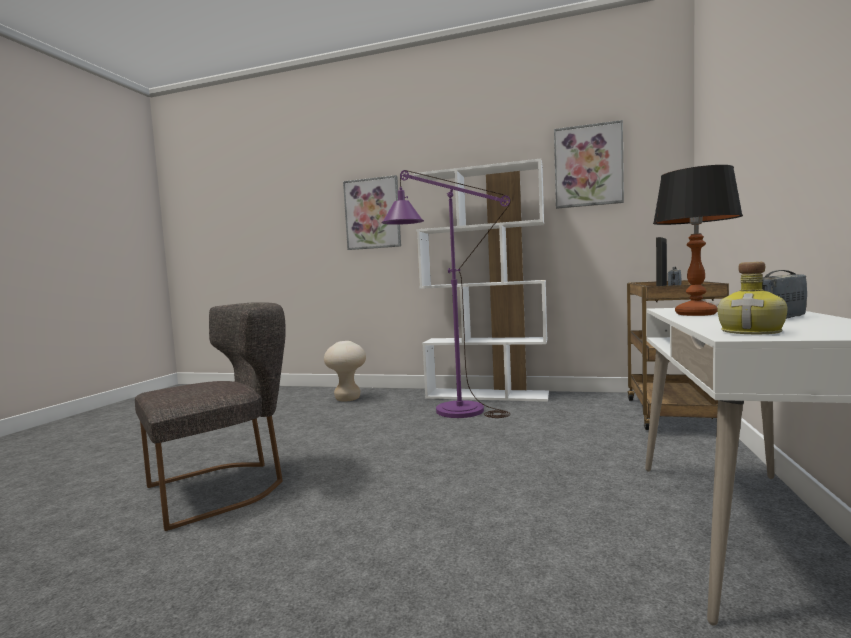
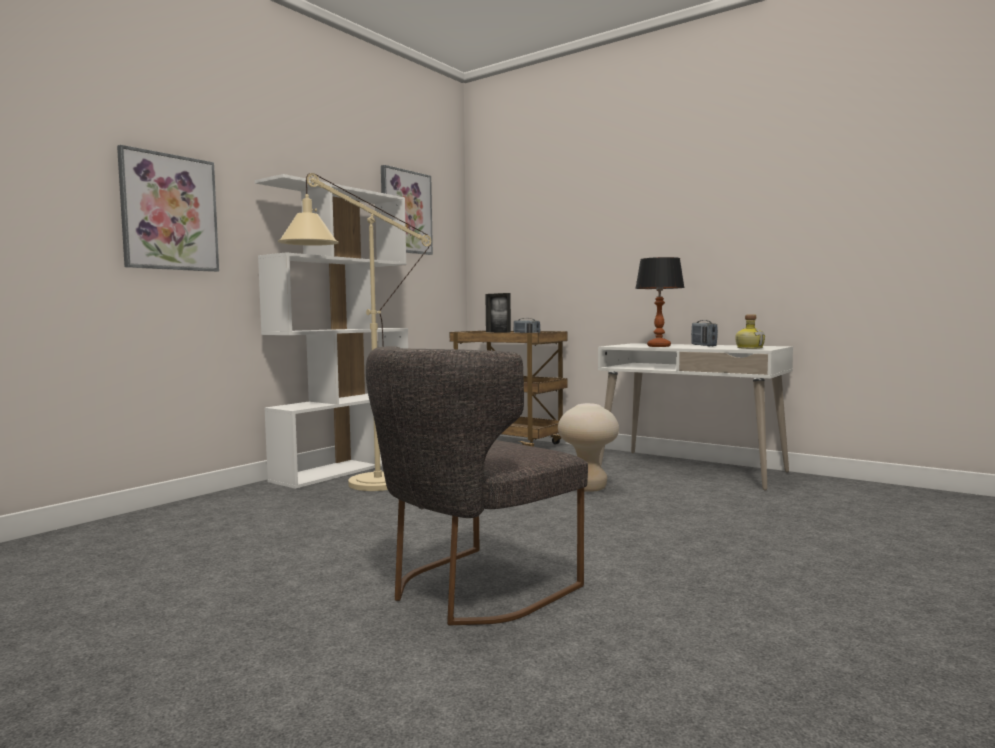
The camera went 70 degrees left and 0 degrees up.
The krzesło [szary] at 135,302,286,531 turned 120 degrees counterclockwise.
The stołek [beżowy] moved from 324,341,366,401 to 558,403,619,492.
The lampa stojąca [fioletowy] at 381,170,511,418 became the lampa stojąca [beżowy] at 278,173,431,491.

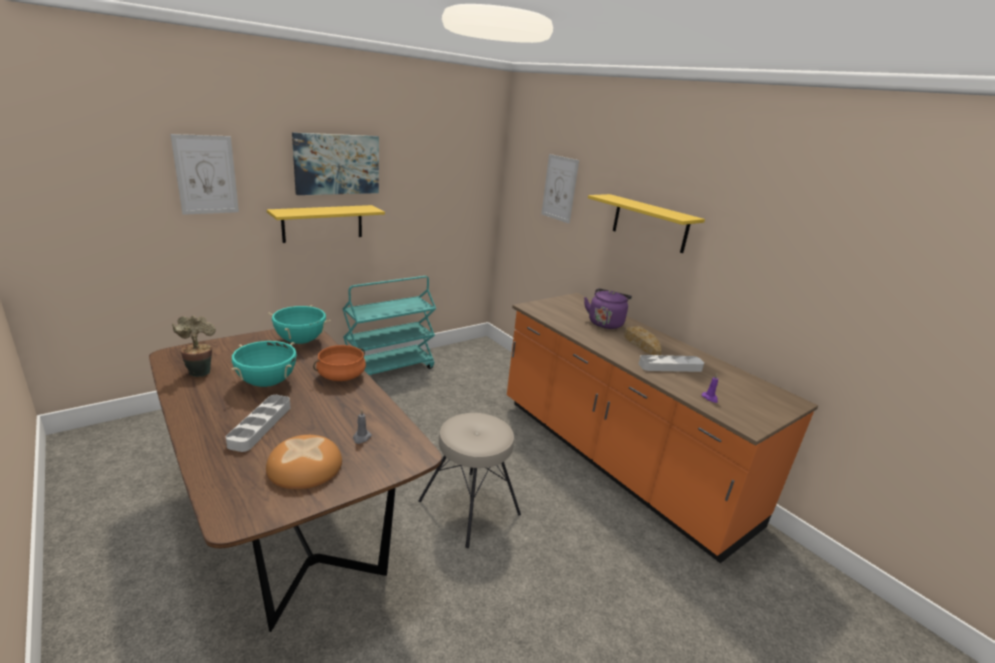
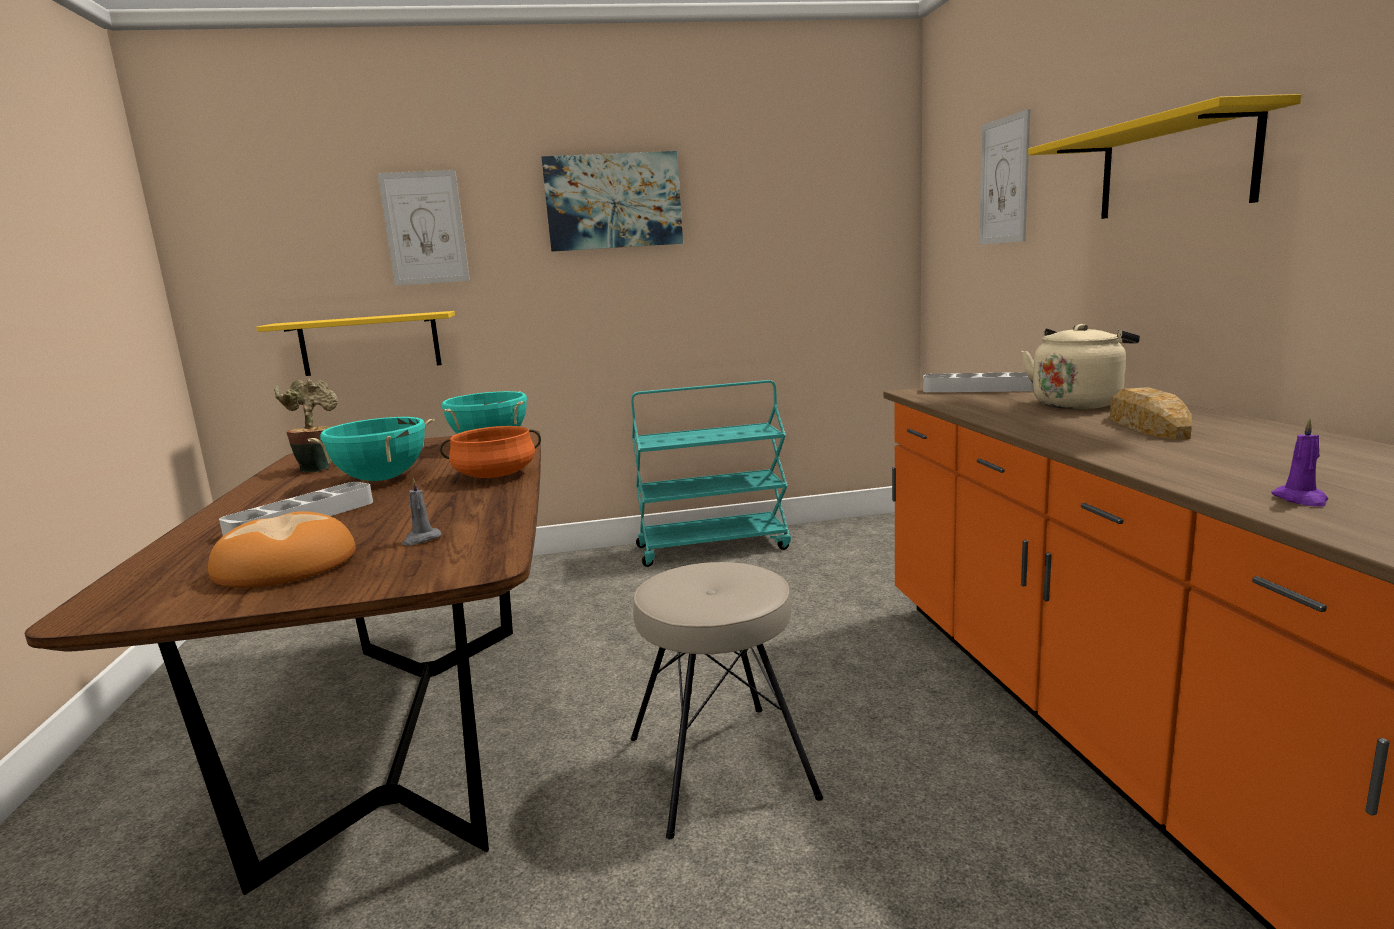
The camera went 30 degrees right and 10 degrees down.
The półka [żółty] moved from 267,205,385,243 to 256,311,455,376.
The czajnik [fioletowy] at 584,288,632,329 became the czajnik [beżowy] at 1021,324,1140,409.
The taca [szary] moved from 639,355,704,372 to 923,372,1033,392.

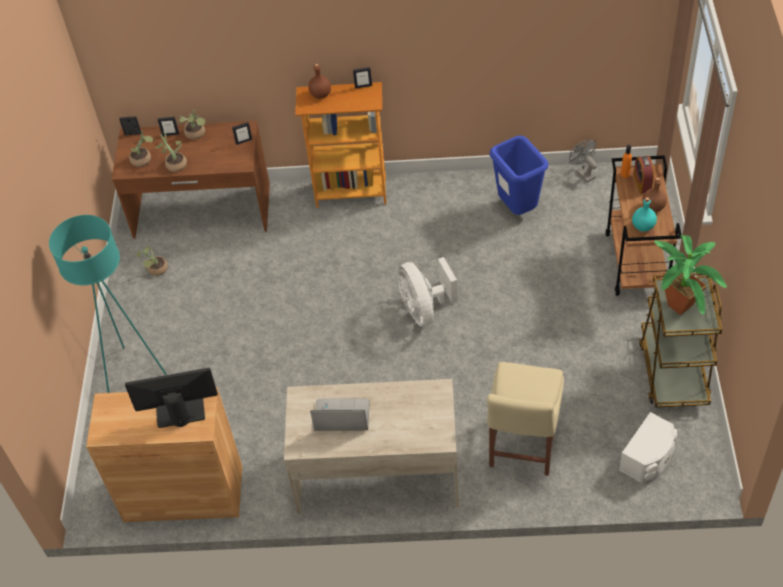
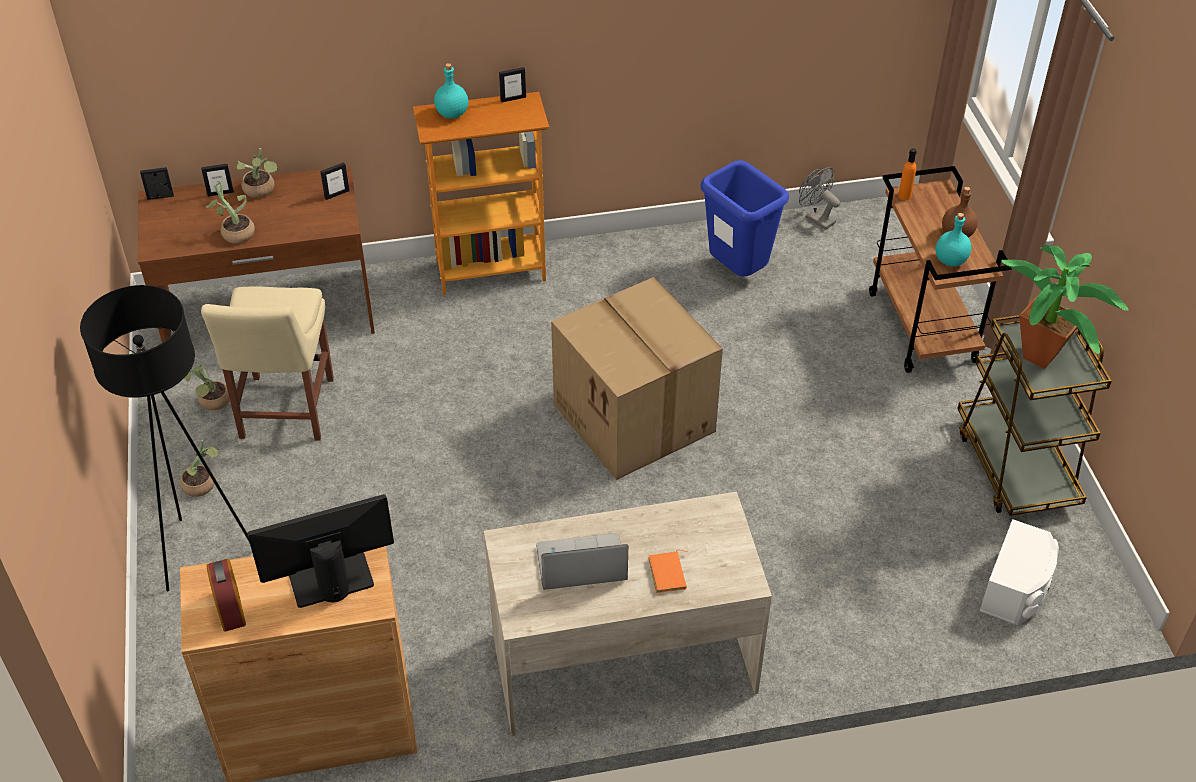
The camera went 15 degrees left and 5 degrees down.
The lampa stojąca [turkusowy] at 49,215,167,393 became the lampa stojąca [czarny] at 80,285,250,592.
The roślina doniczkowa moved from 129,131,154,167 to 180,440,219,497.
The butelka [brązowy] at 308,64,331,99 became the butelka [turkusowy] at 434,63,468,119.
The wentylator [biały] at 398,257,458,327 was replaced by the karton at 551,277,723,480.
The krzesło [beżowy] moved from 487,362,564,476 to 201,286,334,441.
The budzik moved from 634,156,654,193 to 206,559,246,631.
The książka [pomarańczowy] at 649,550,688,593 appeared.

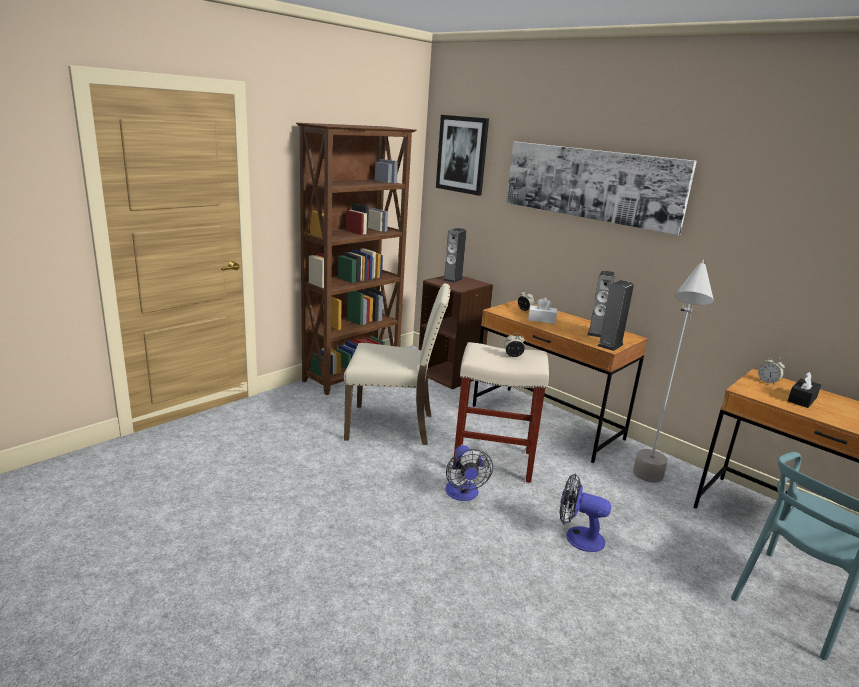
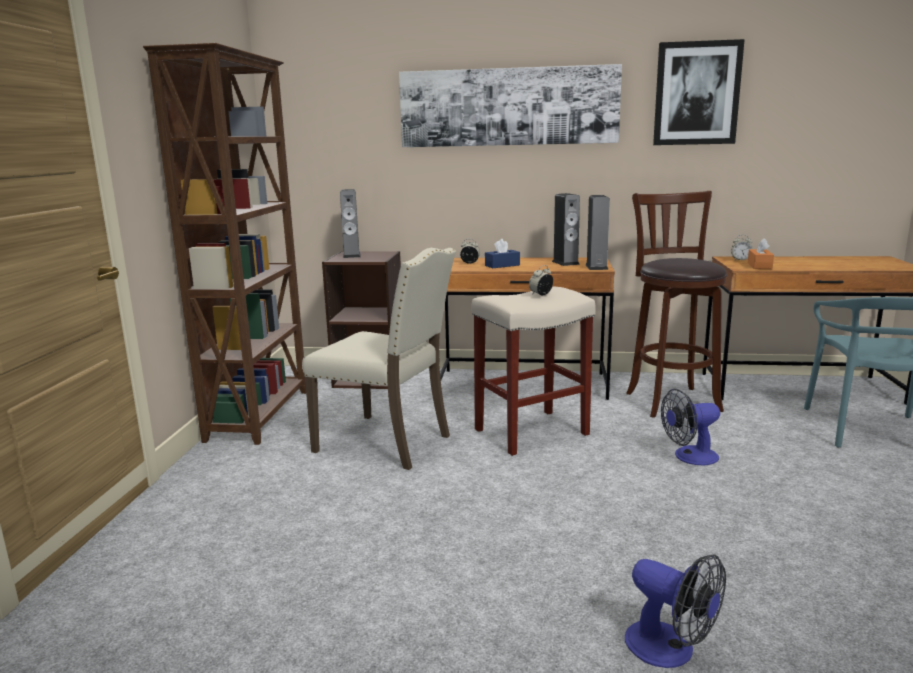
The camera went 35 degrees left and 5 degrees down.
The krzesło [beżowy] at 344,283,451,445 turned 60 degrees clockwise.
The obraz moved from 436,115,489,196 to 653,39,745,145.
The wentylator moved from 445,445,493,501 to 625,554,726,668.
The pudełko chusteczek [biały] at 528,298,557,324 became the pudełko chusteczek [niebieski] at 485,239,520,268.
The lampa stojąca [szary] at 633,259,714,483 was replaced by the stołek [brązowy] at 626,191,727,418.
The pudełko chusteczek [czarny] at 788,372,821,408 disappeared.
The pudełko chusteczek [pomarańczowy] at 748,238,774,269 appeared.

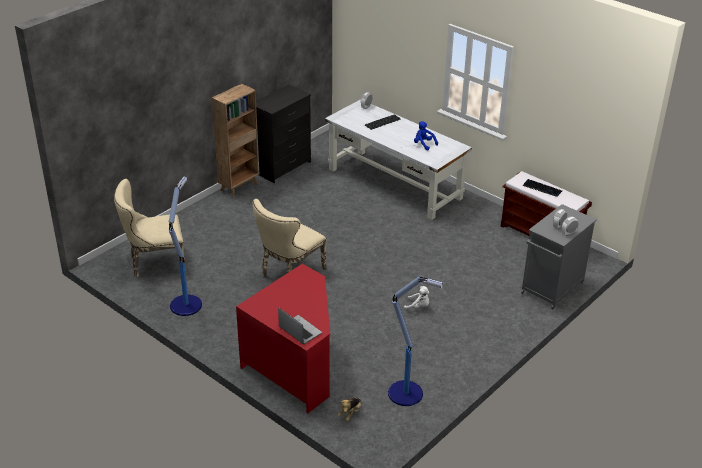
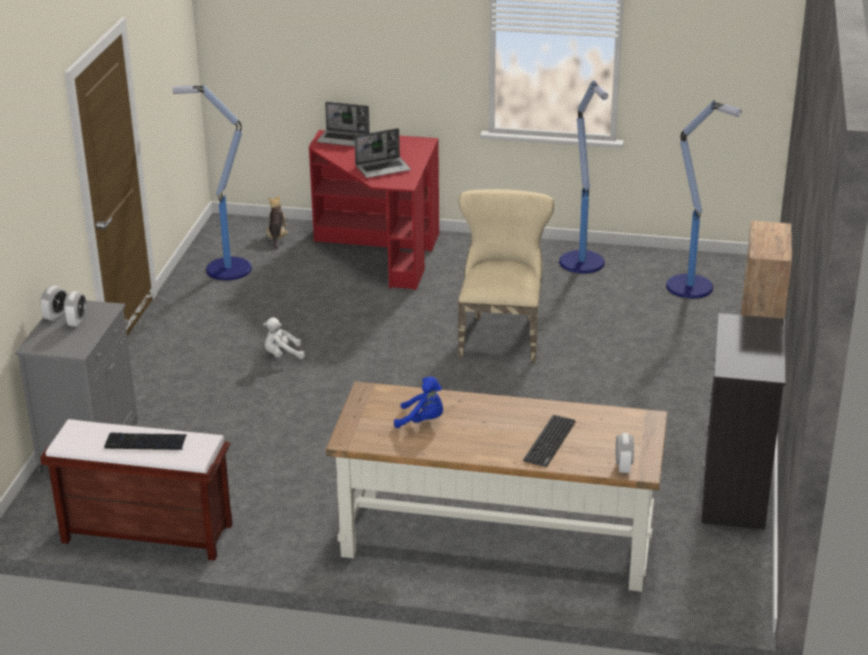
The camera went 150 degrees right and 5 degrees down.
The krzesło [beżowy] at 114,179,186,277 was replaced by the lampa stojąca at 666,100,742,298.
The biurko [biały] at 325,99,472,220 became the biurko [brązowy] at 326,381,667,592.
The laptop at 354,128,411,178 appeared.

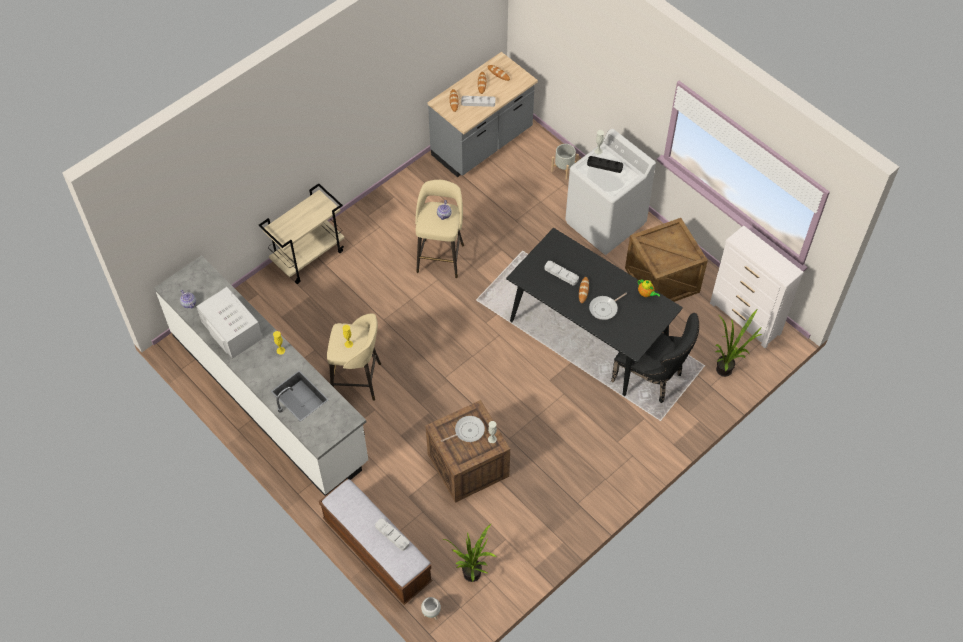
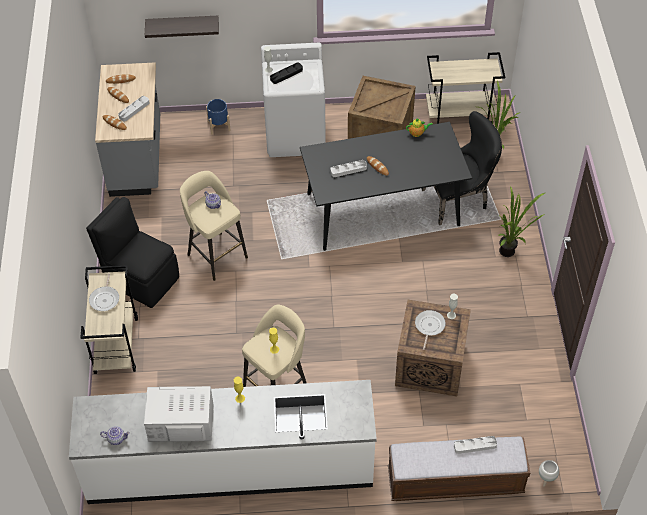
The camera went 50 degrees left and 5 degrees down.
The roślina doniczkowa moved from 442,523,497,582 to 498,186,545,257.
The donica [szary] at 551,144,579,180 became the donica [niebieski] at 206,99,231,135.
The patelnia moved from 589,293,627,320 to 89,273,119,311.
The komoda [biały] at 710,225,804,348 was replaced by the wózek [beżowy] at 426,52,505,124.
The krzesło [czarny] at 86,197,179,308 appeared.
The półka at 145,16,219,38 appeared.

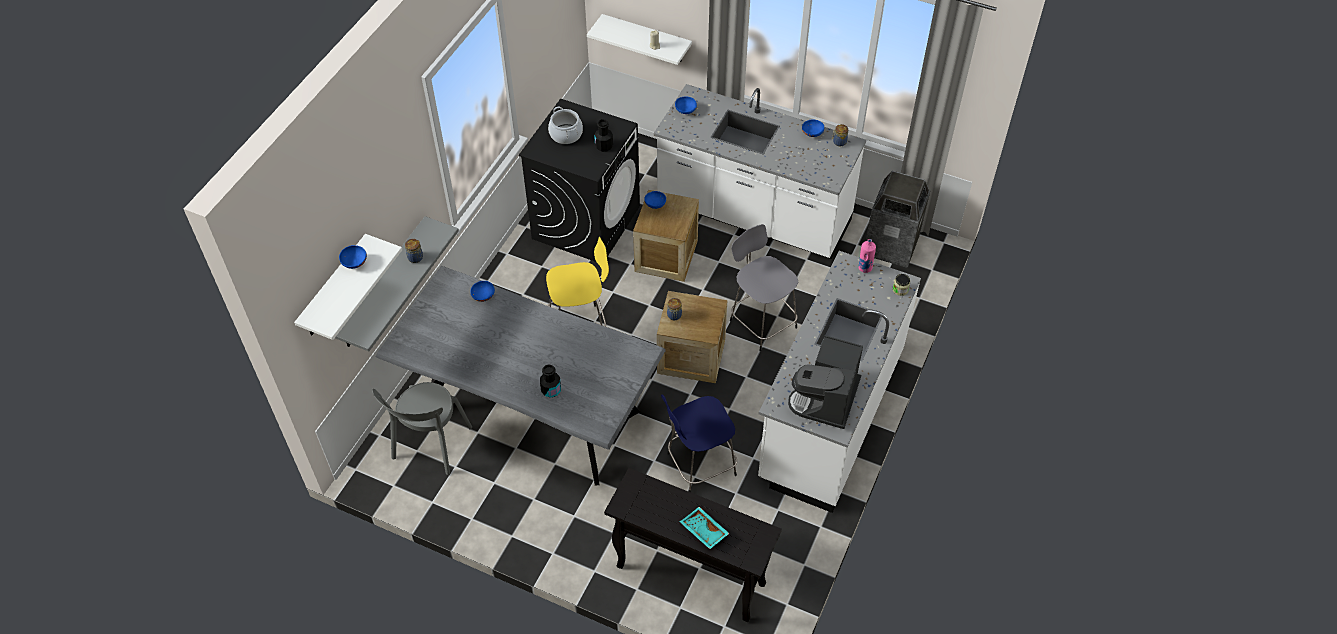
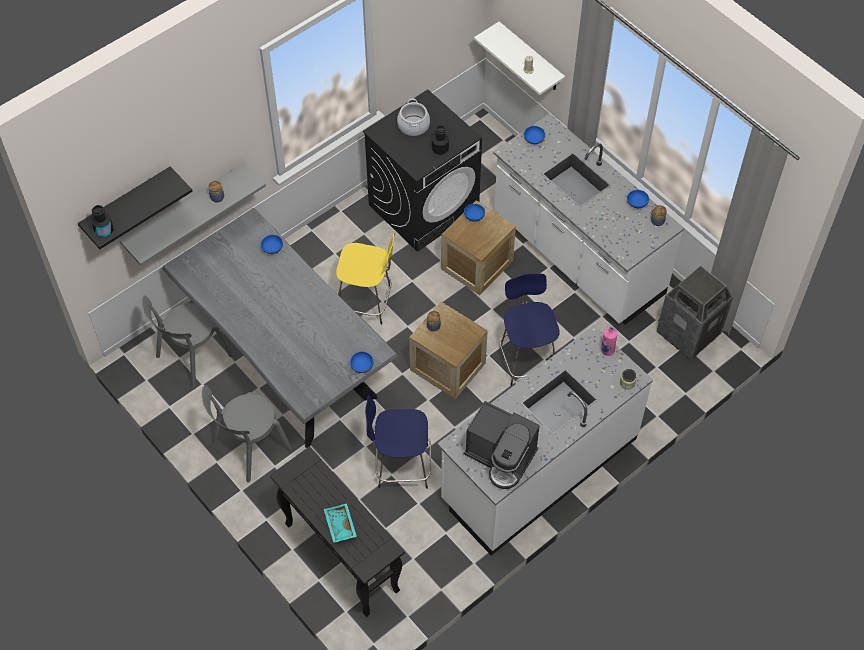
The camera went 25 degrees right and 5 degrees up.
The półka [biały] at 294,234,402,340 became the półka [czarny] at 78,167,193,249.
The miska [niebieski] moved from 339,245,367,269 to 350,351,373,373.
The butelka [czarny] moved from 540,364,561,397 to 91,205,114,237.
The stołek [szary] at 730,224,799,351 became the stołek [niebieski] at 500,273,559,386.
The ekspres do kawy at 788,335,863,429 turned 105 degrees counterclockwise.
The krzesło [szary] at 202,385,292,483 appeared.

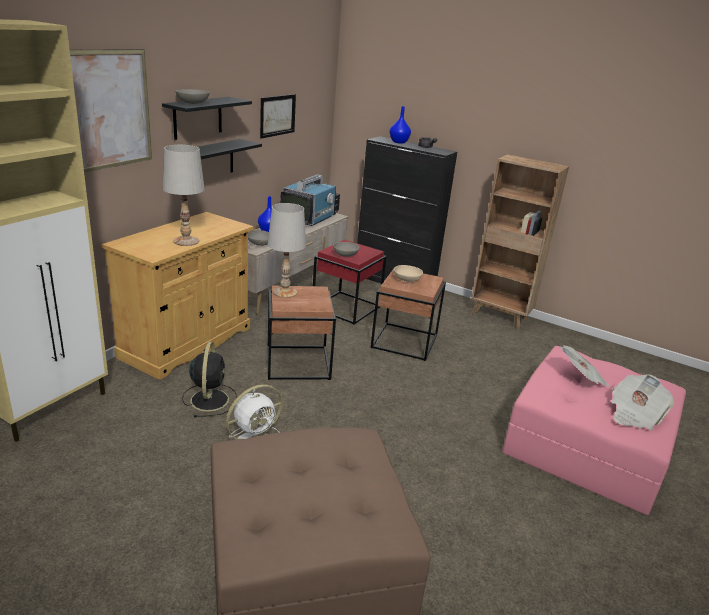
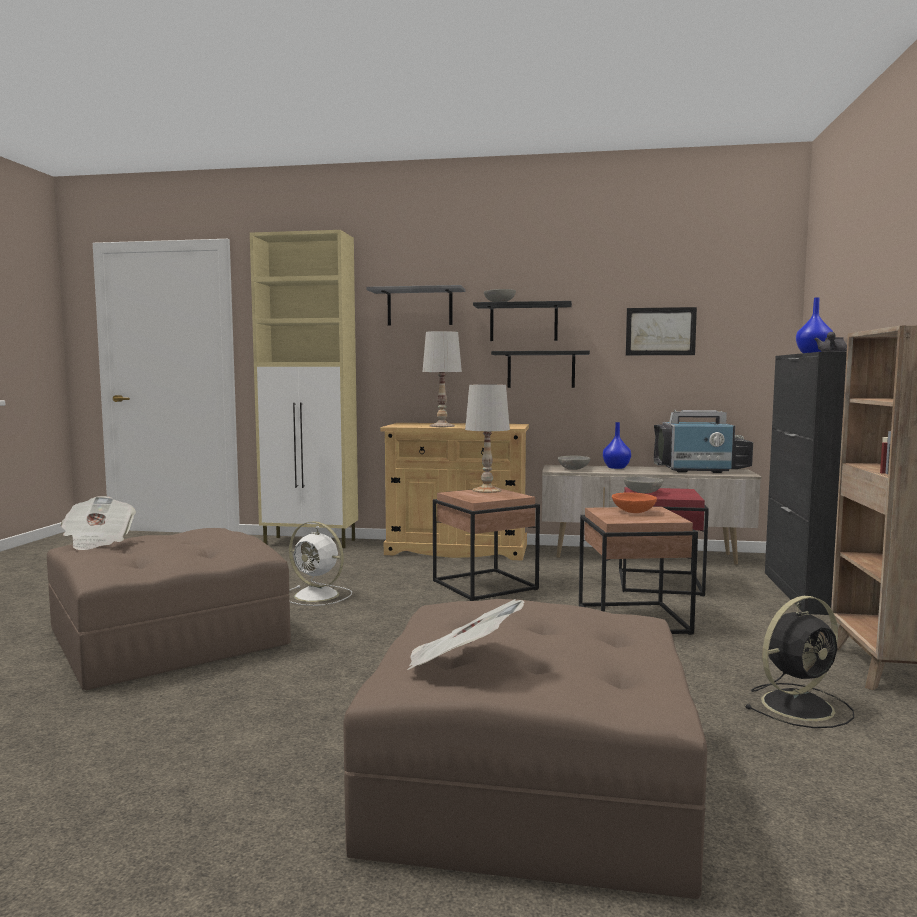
The camera went 70 degrees right and 20 degrees down.
The obraz at 70,49,152,172 was replaced by the półka [szary] at 366,285,465,326.
The wentylator [czarny] moved from 182,342,237,417 to 744,596,854,728.
The miska [beżowy] at 394,265,423,282 became the miska [pomarańczowy] at 612,492,657,513.
The pufa [różowy] at 502,346,686,515 became the pufa [brązowy] at 343,599,707,899.
The gazeta moved from 560,345,611,387 to 61,496,136,550.

